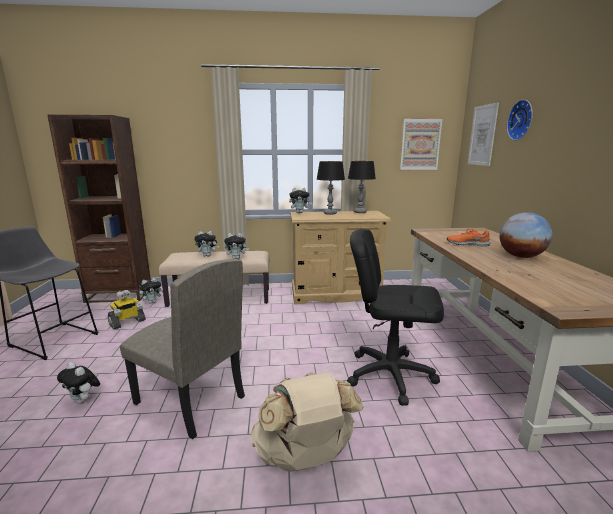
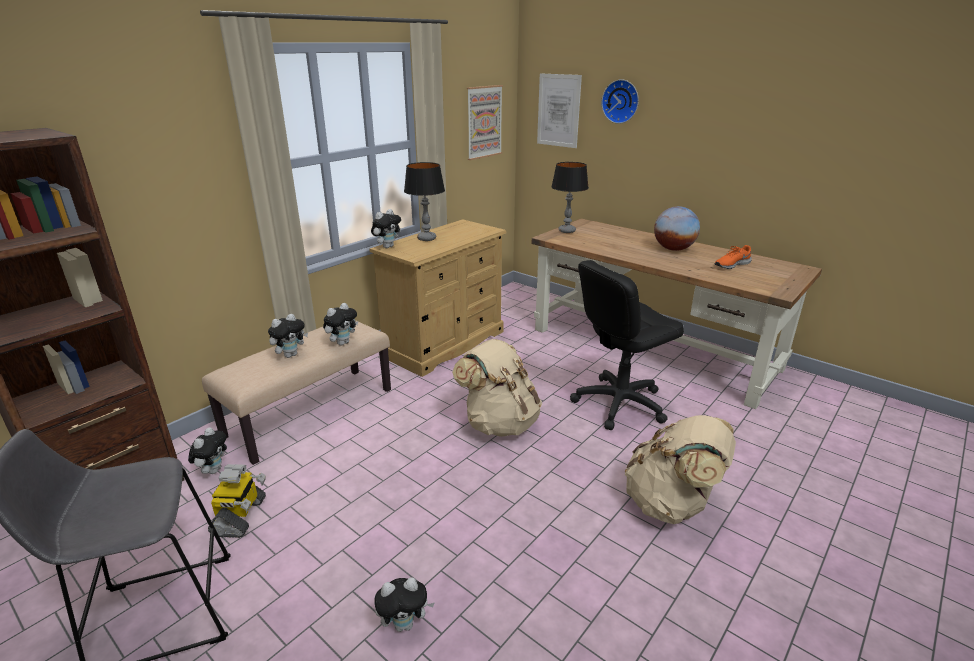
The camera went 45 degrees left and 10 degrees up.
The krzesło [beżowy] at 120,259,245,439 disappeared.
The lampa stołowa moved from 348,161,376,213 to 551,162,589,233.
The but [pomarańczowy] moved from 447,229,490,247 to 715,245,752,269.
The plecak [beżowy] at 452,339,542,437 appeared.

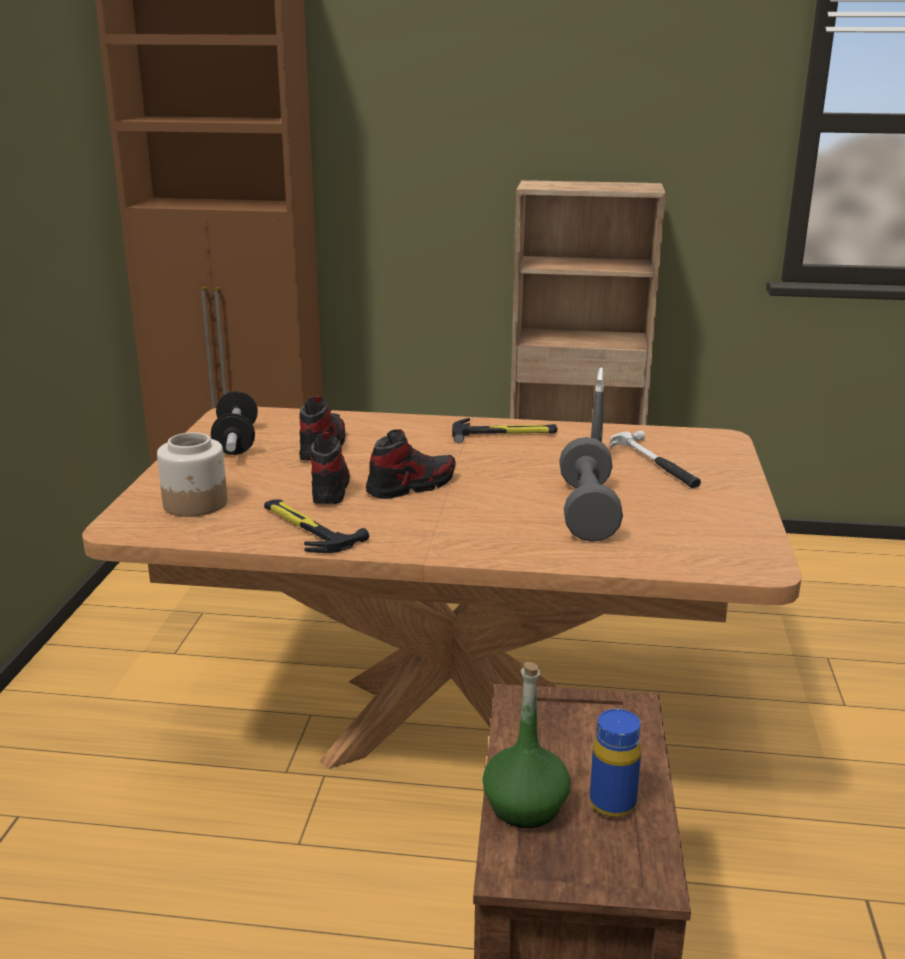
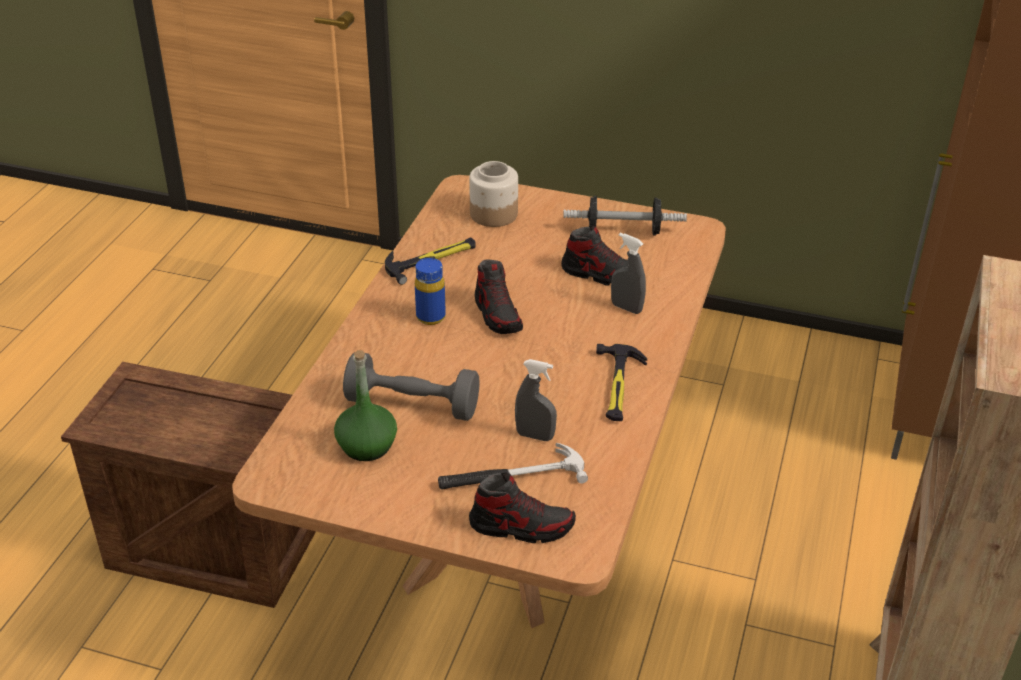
The camera went 100 degrees right and 15 degrees up.
The but moved from 310,432,350,504 to 469,472,576,543.
The butelka [zielony] moved from 482,662,571,828 to 334,350,397,461.
The butelka [niebieski] moved from 590,709,641,817 to 415,258,446,325.
The spryskiwacz [szary] at 611,233,646,314 appeared.

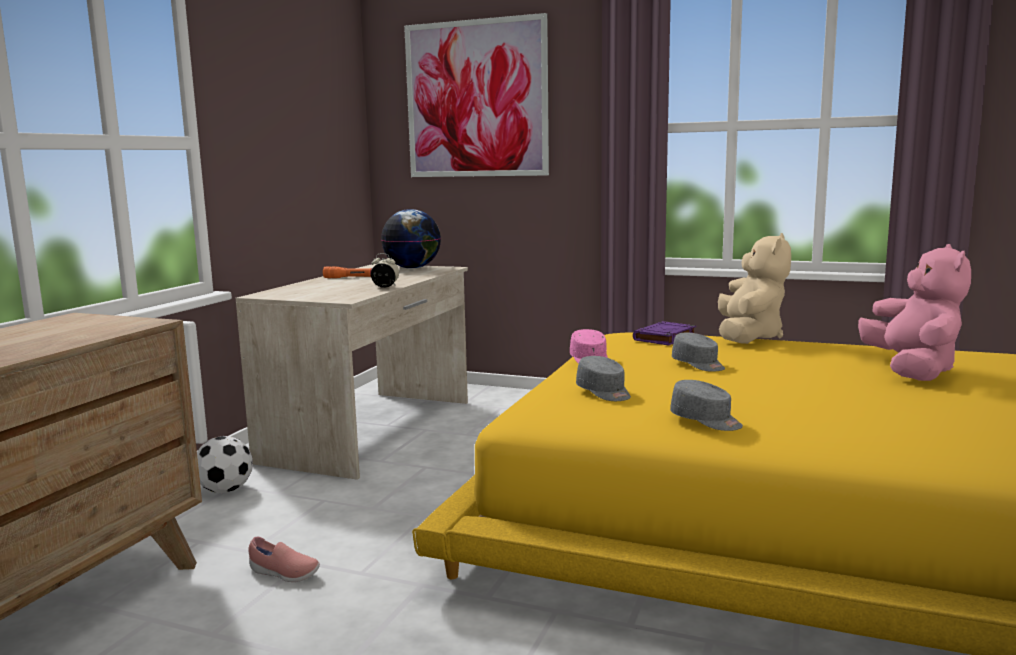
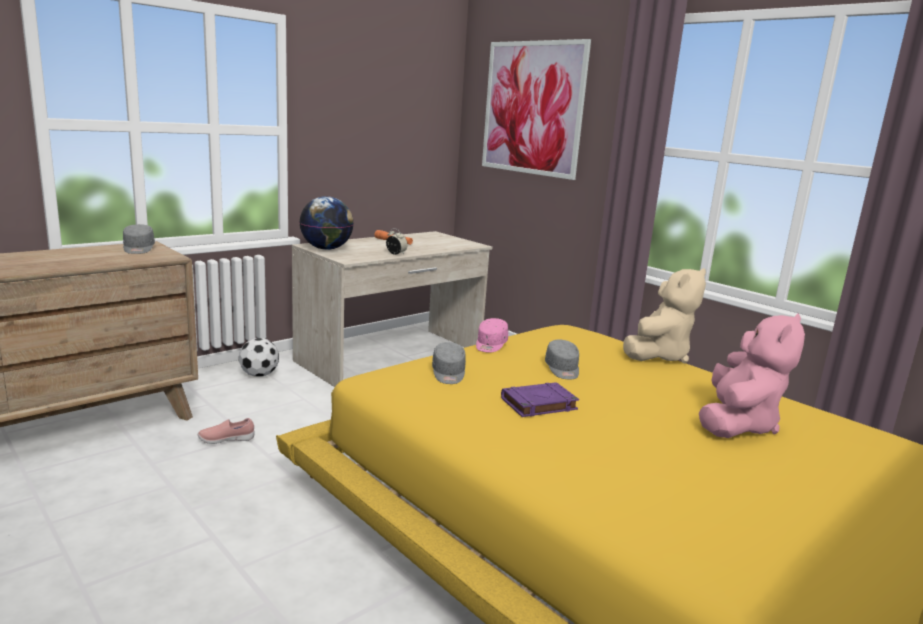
The camera went 25 degrees right and 5 degrees up.
The but [różowy] at 248,537,320,582 turned 120 degrees clockwise.
The globus moved from 381,209,441,269 to 299,196,354,250.
The książka [fioletowy] moved from 633,321,696,346 to 501,382,579,417.
The czapka z daszkiem [szary] moved from 670,380,743,431 to 123,224,155,254.

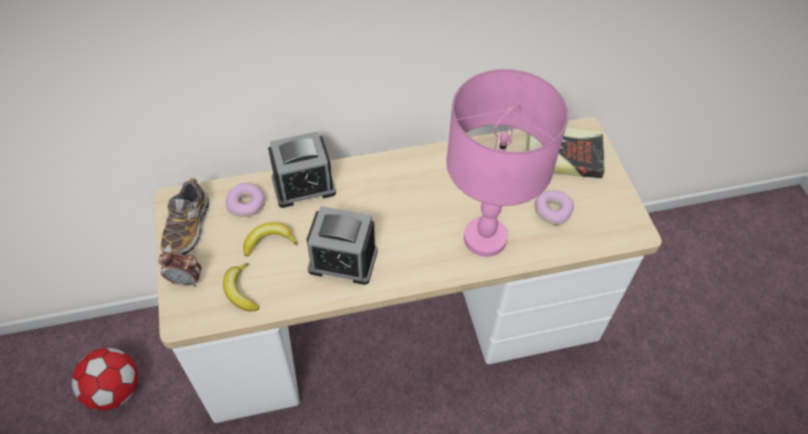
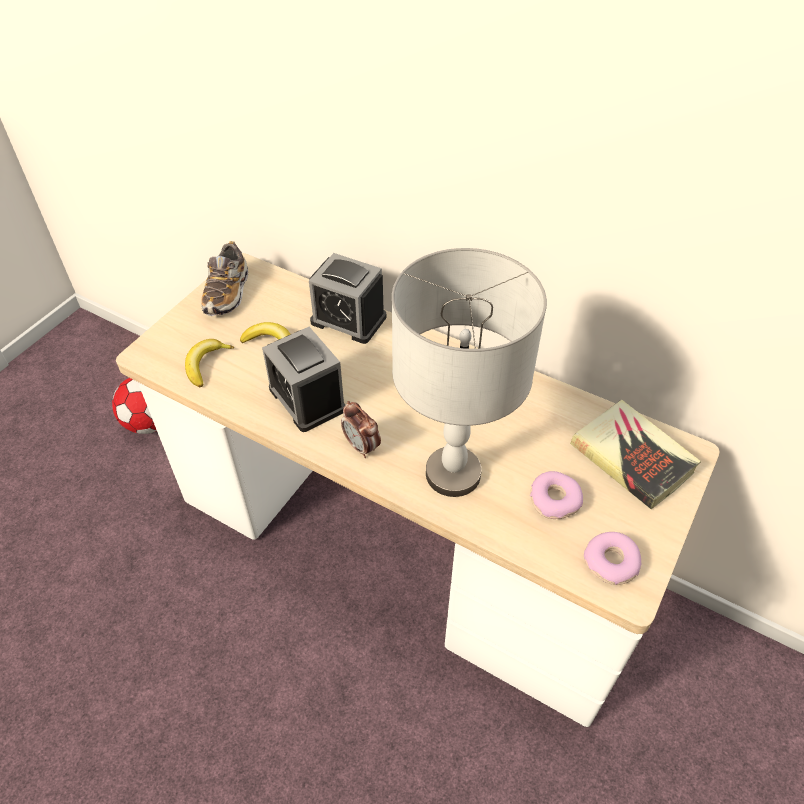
The camera went 45 degrees right and 5 degrees down.
The budzik moved from 159,252,202,287 to 341,401,381,458.
The but at 161,178,210,255 turned 45 degrees counterclockwise.
The donut moved from 226,183,265,217 to 584,532,641,585.
The lampa stołowa [różowy] at 446,69,568,257 became the lampa stołowa [szary] at 392,248,547,497.

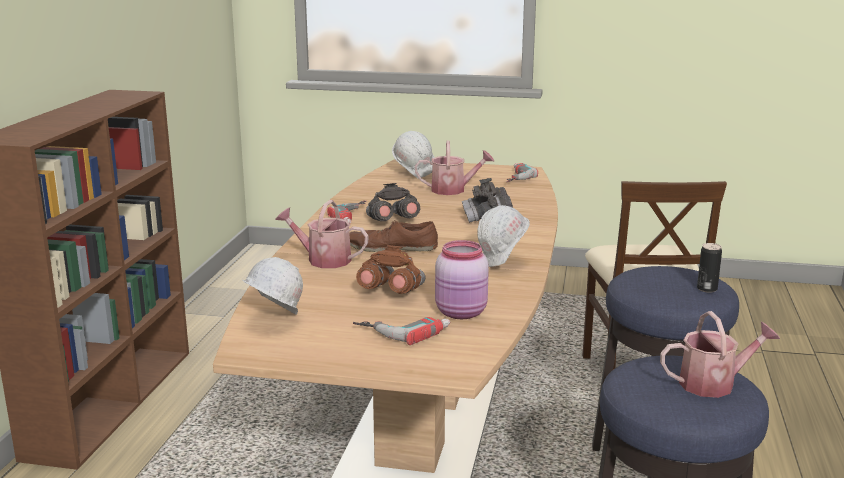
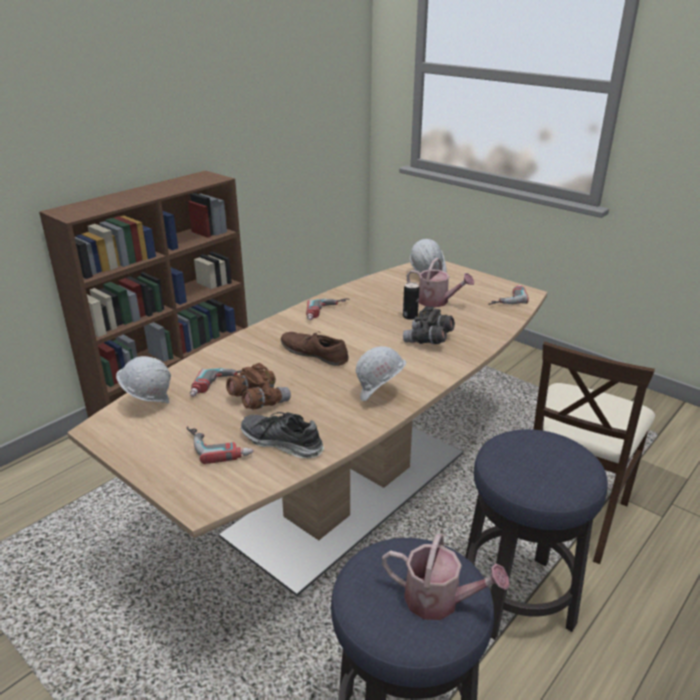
The camera went 30 degrees right and 10 degrees up.
The konewka at 275,200,369,268 disappeared.
The lornetka [szary] at 366,183,420,221 disappeared.
The słoik [różowy] at 435,240,489,319 was replaced by the but at 241,412,324,458.
The puszka moved from 697,243,722,293 to 403,282,419,320.
The wiertarka at 190,368,242,397 appeared.

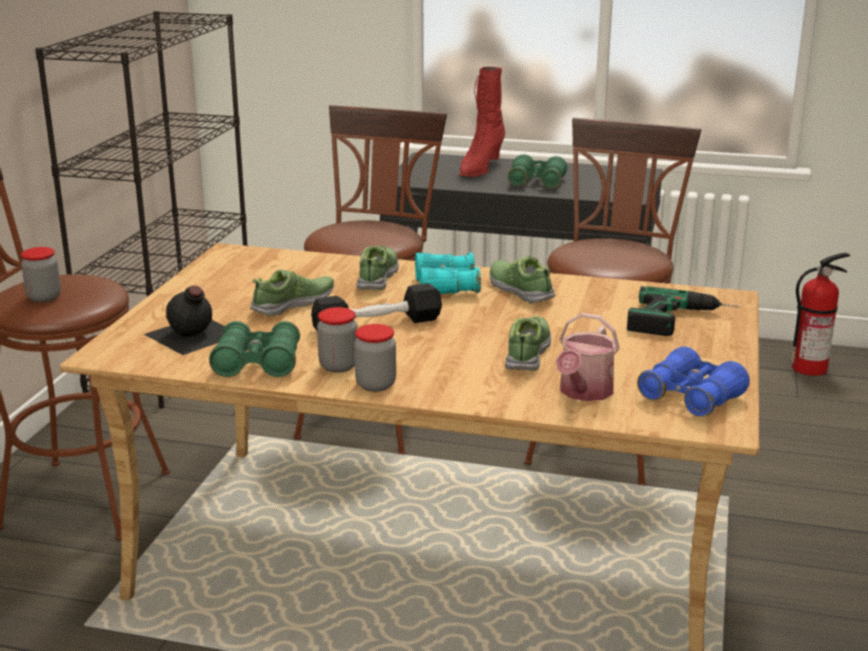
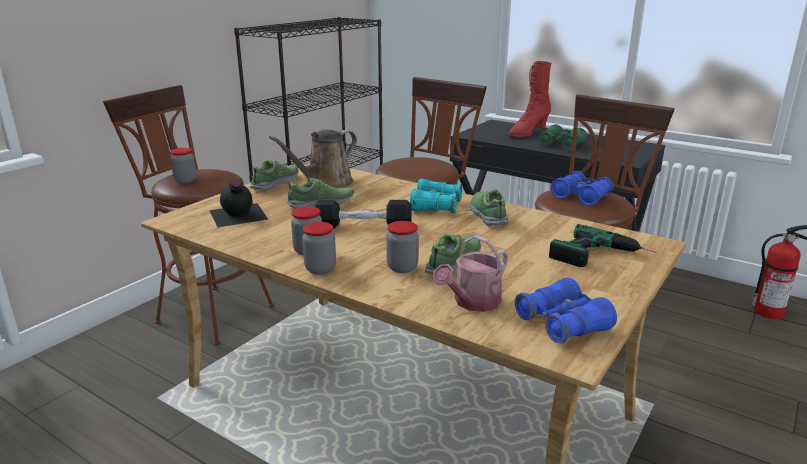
The camera went 20 degrees right and 0 degrees up.
The lornetka [zielony] at 209,321,300,377 disappeared.
The but moved from 357,245,399,290 to 250,160,299,191.
The konewka [brązowy] at 269,130,357,188 appeared.
The słoik at 386,221,419,273 appeared.
The lornetka [niebieski] at 551,171,614,206 appeared.

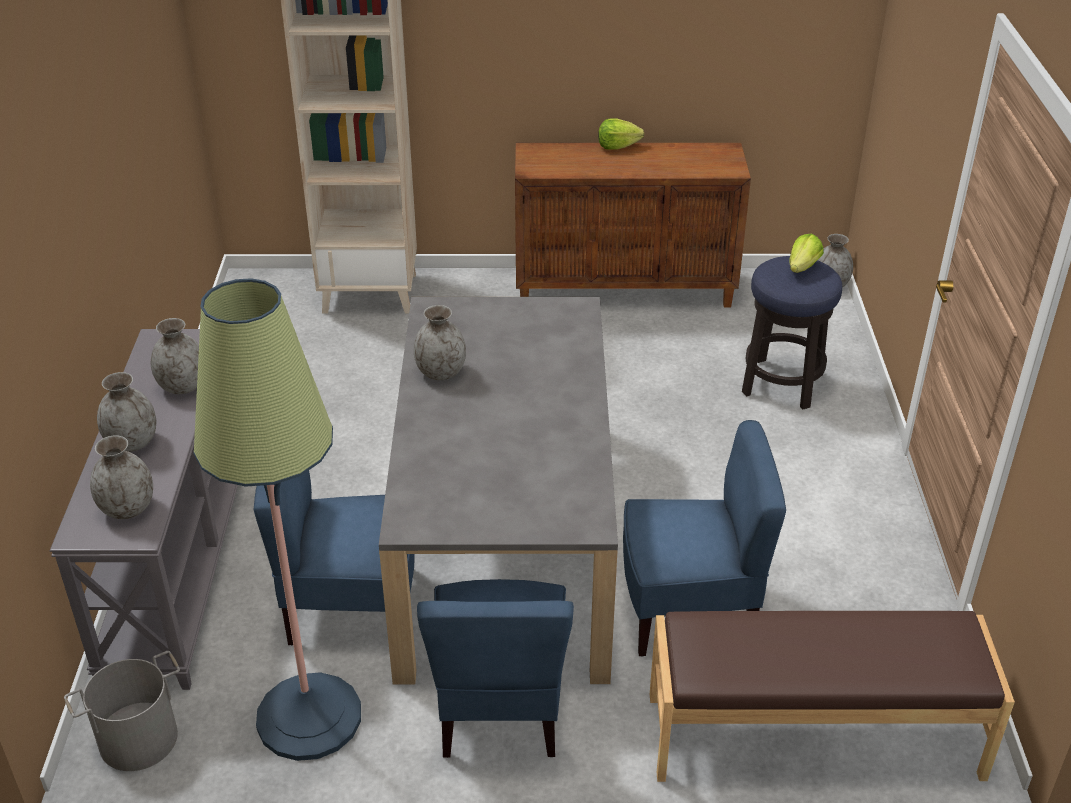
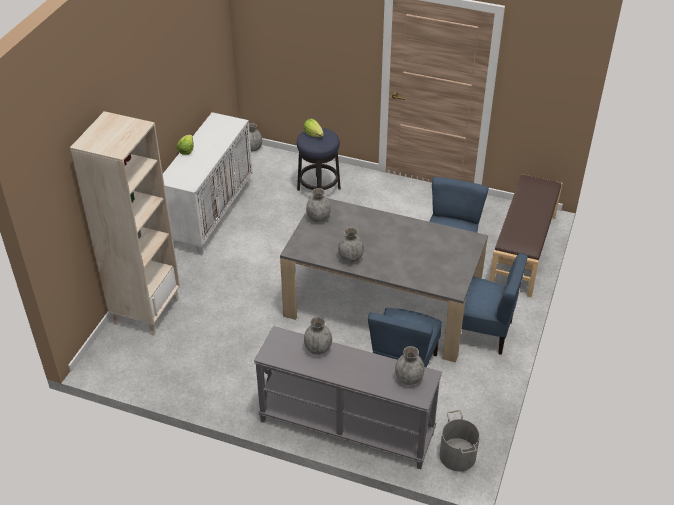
The camera went 70 degrees left and 5 degrees up.
The wazon [szary] moved from 97,372,156,452 to 306,188,331,223.
The lampa stojąca at 194,278,361,761 disappeared.
The szafka [brązowy] at 515,143,751,307 became the szafka [biały] at 163,112,252,255.

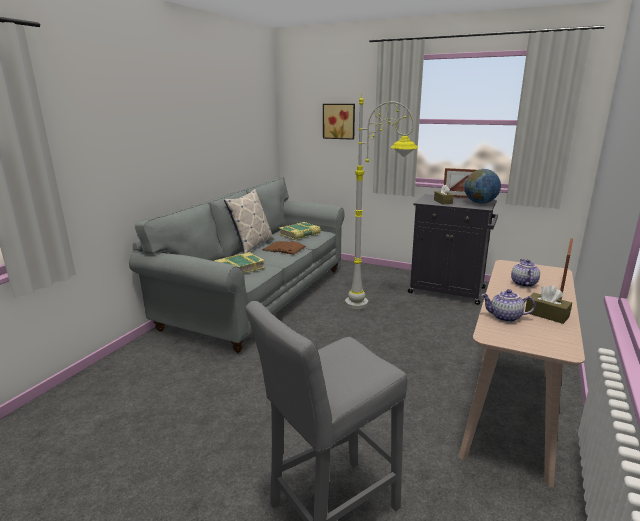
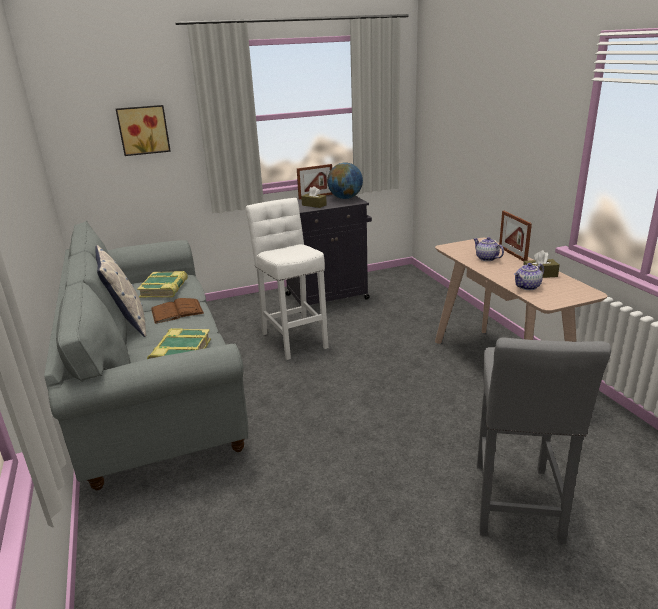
The camera went 45 degrees left and 5 degrees up.
The lampa stojąca [szary] at 345,93,418,309 was replaced by the stołek [biały] at 246,198,329,360.

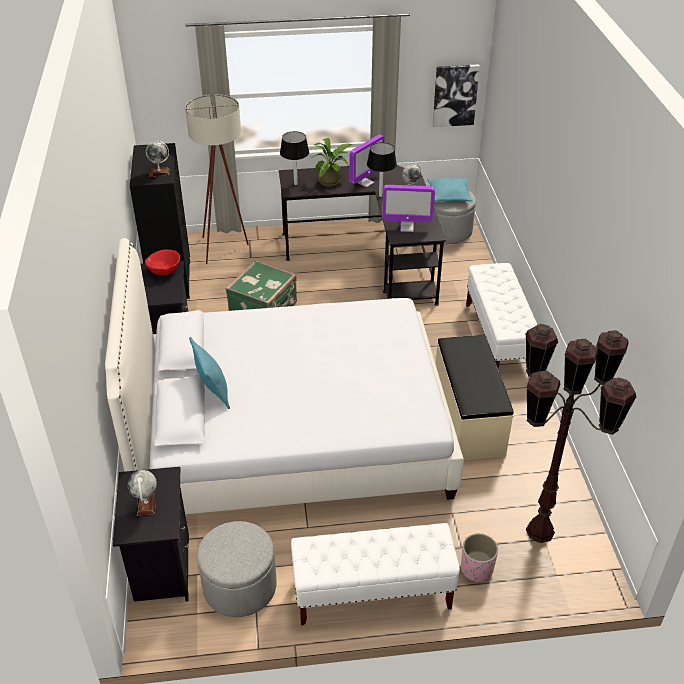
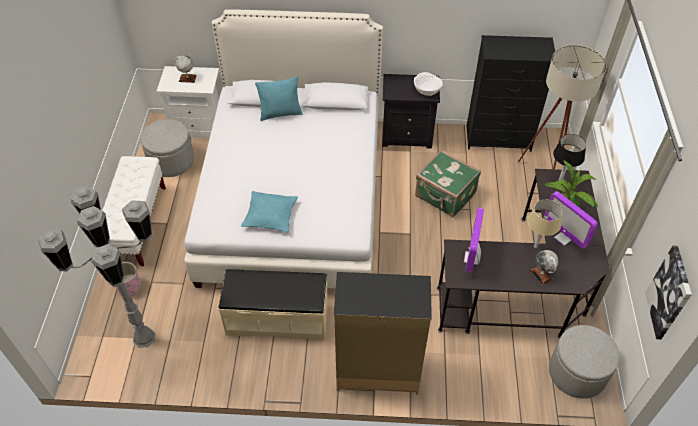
The camera went 100 degrees right and 10 degrees up.
The szafka nocna [czarny] at 113,467,189,602 became the szafka nocna [biały] at 157,66,219,138.
The miska [czerwony] at 145,249,180,275 became the miska [biały] at 414,72,443,96.
The globus at 146,141,169,177 disappeared.
The lampa stołowa [czarny] at 367,143,397,197 became the lampa stołowa [beżowy] at 527,200,562,248.
The poduszka [turkusowy] moved from 427,178,473,202 to 241,191,298,232.
The ławka [biały] at 466,263,537,370 was replaced by the komoda [czarny] at 334,272,432,395.
The lampa stojąca [brązowy] at 525,324,636,543 became the lampa stojąca [szary] at 38,186,155,347.

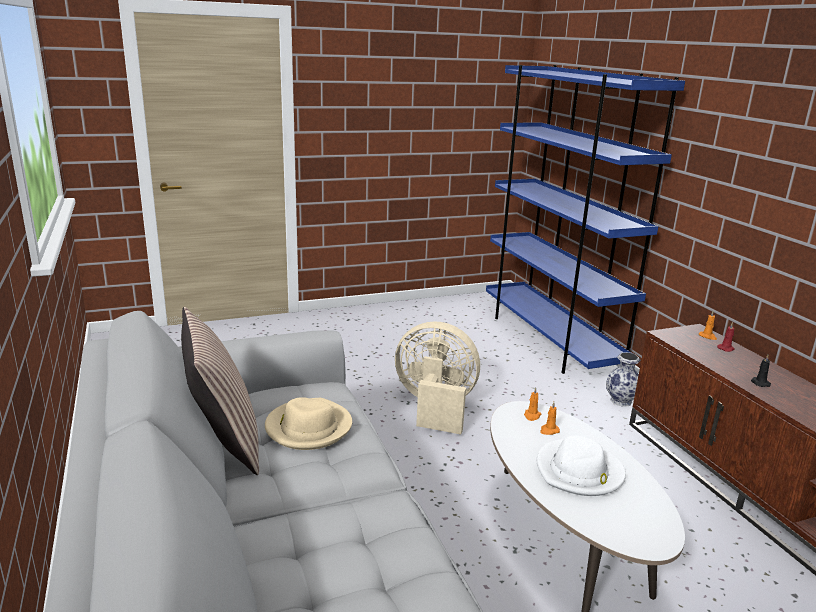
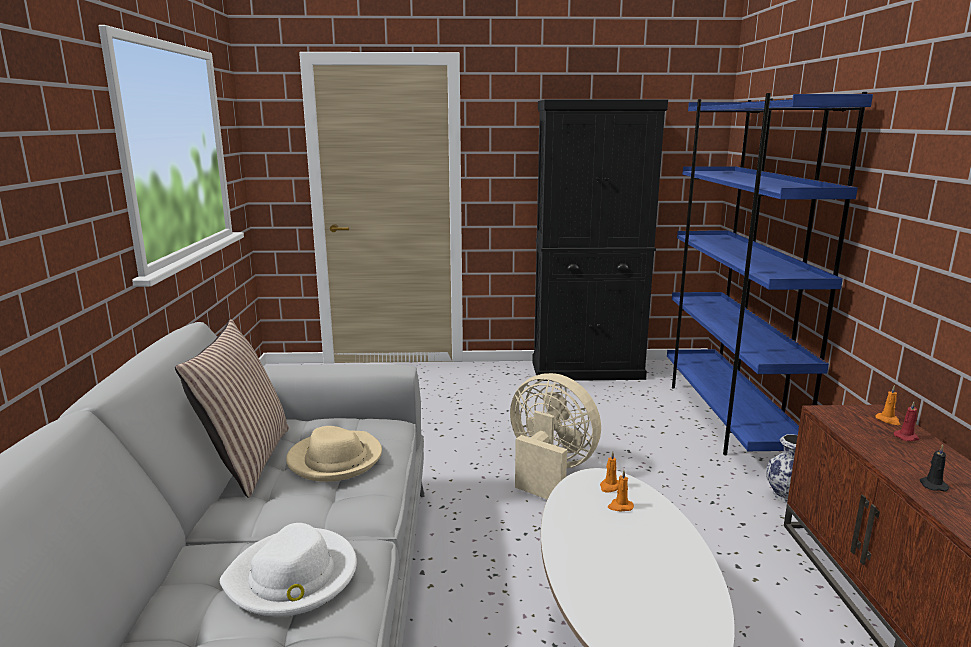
The camera went 20 degrees right and 5 degrees down.
The kapelusz [biały] moved from 537,435,626,496 to 220,523,357,617.
The szafka [czarny] at 532,99,668,381 appeared.

